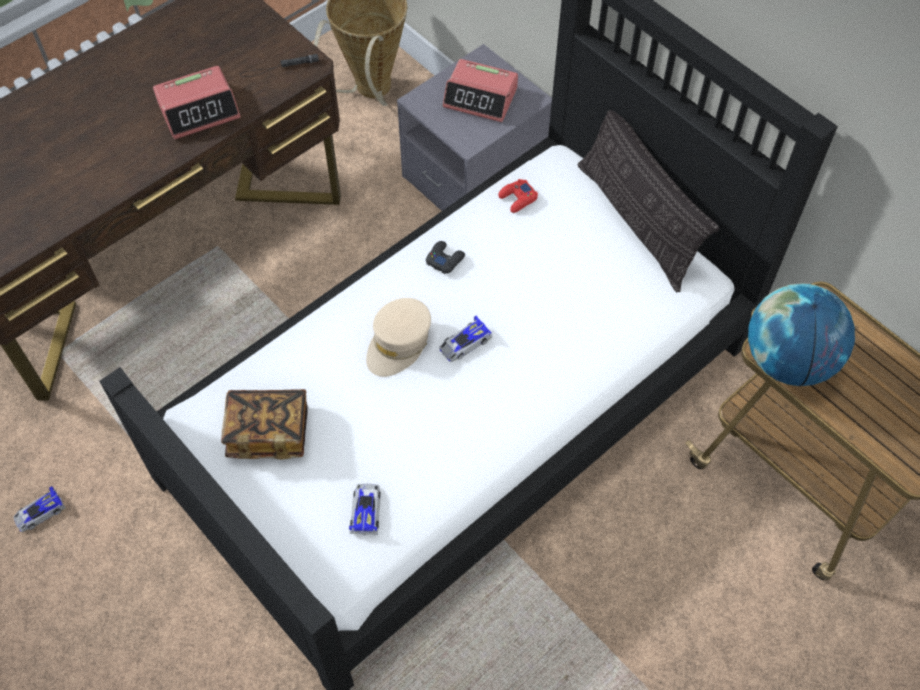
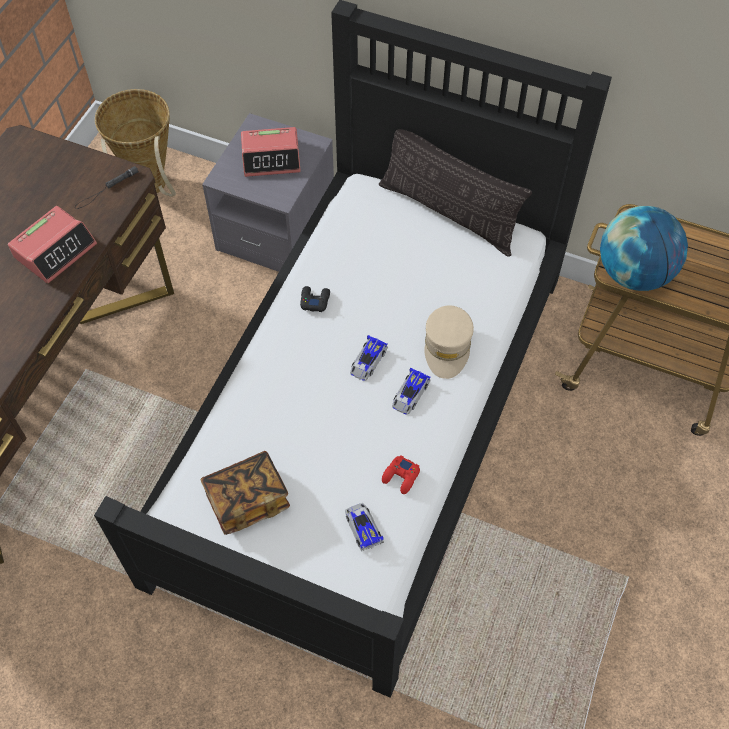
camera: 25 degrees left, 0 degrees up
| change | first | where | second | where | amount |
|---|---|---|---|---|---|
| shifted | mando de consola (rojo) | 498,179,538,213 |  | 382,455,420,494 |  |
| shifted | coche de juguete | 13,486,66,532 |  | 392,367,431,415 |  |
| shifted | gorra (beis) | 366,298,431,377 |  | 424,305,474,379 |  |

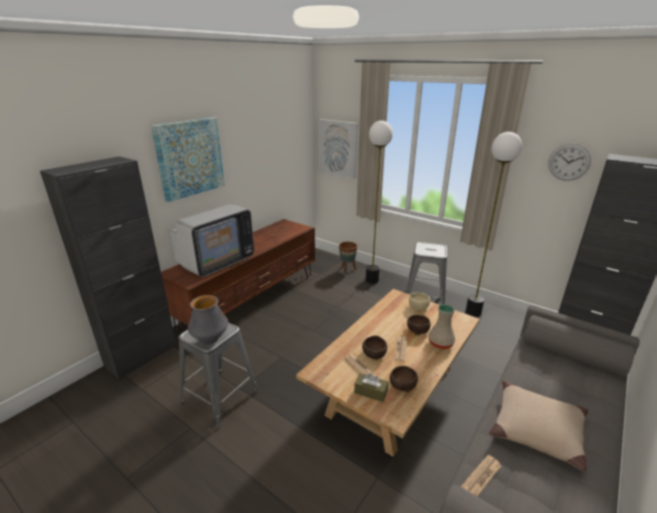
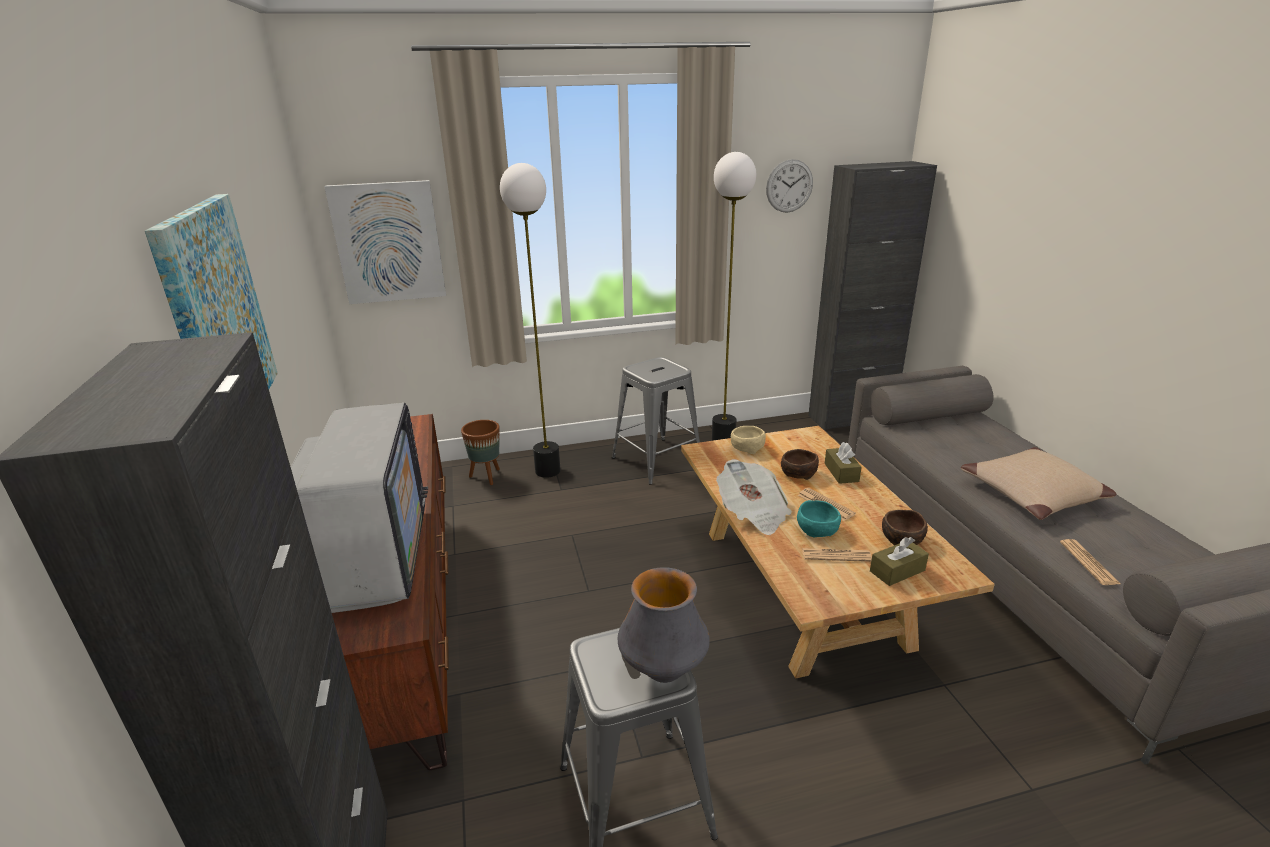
camera: 50 degrees left, 0 degrees up
| change | first | where | second | where | amount |
|---|---|---|---|---|---|
| new |  |  | periódico | 716,459,792,535 |  |
| repainted | cuenco (marrón) | 362,336,387,360 | cuenco (turquesa) | 797,500,841,537 |  |
| swapped | florero (beis) | 428,304,455,349 | caja de pañuelos (marrón) | 825,442,862,484 |  |

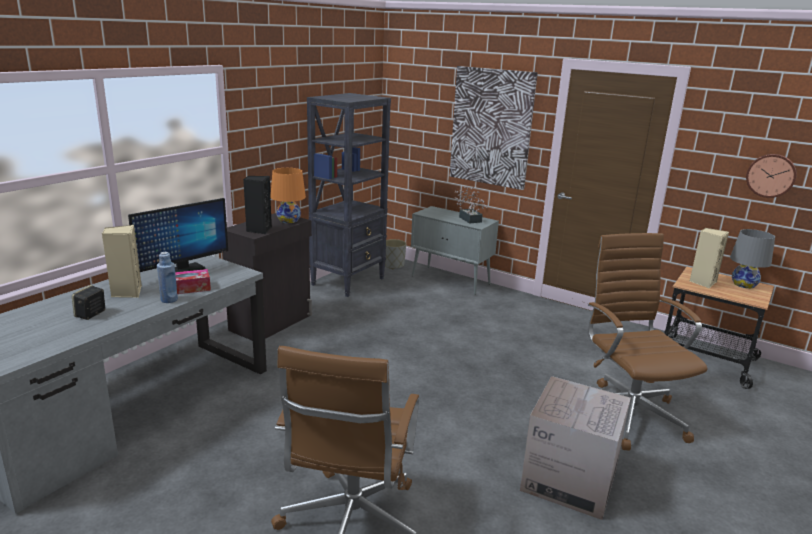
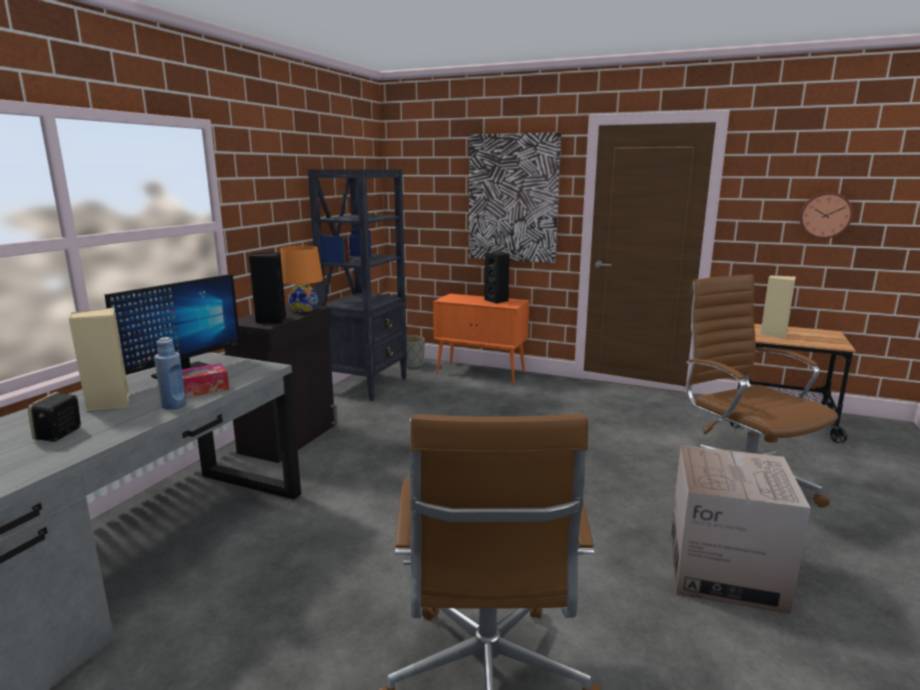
camera: 10 degrees left, 5 degrees down
| change | first | where | second | where | amount |
|---|---|---|---|---|---|
| repainted | armario (gris) | 411,206,499,295 | armario (naranja) | 433,294,529,384 |  |
| swapped | planta en maceta | 454,186,487,224 | altavoz (negro) | 484,252,510,304 |  |
| gone | lámpara de mesa (gris) | 730,229,775,289 |  |  |  |

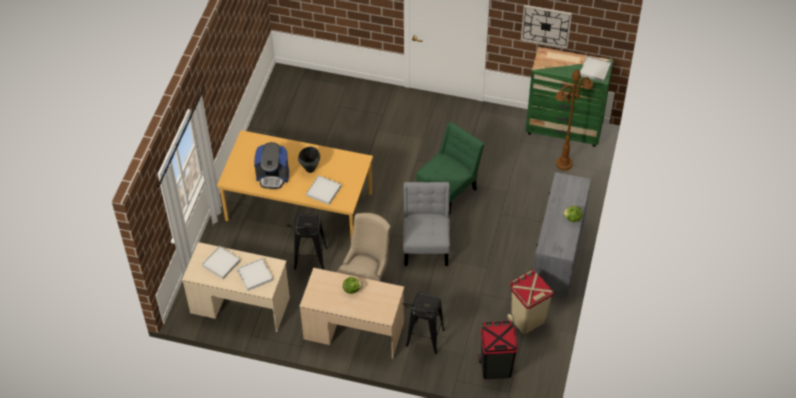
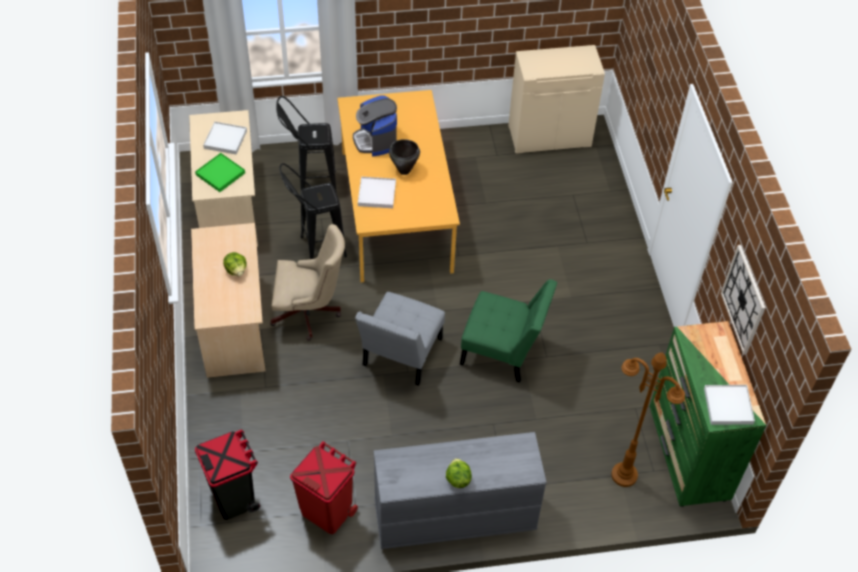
camera: 65 degrees right, 0 degrees up
| change | first | where | second | where | amount |
|---|---|---|---|---|---|
| repainted | bandeja (blanco) | 237,258,273,291 | bandeja (verde) | 195,153,245,192 |  |
| shifted | taburete (negro) | 403,292,445,354 |  | 276,96,337,193 |  |
| repainted | papelera (beis) | 507,270,554,334 | papelera (rojo) | 290,441,358,534 |  |
| rotated | silla (gris) | 403,182,450,266 |  | 355,292,445,386 | 135 degrees clockwise |
| new |  |  | armario (beis) | 508,45,605,154 |  |

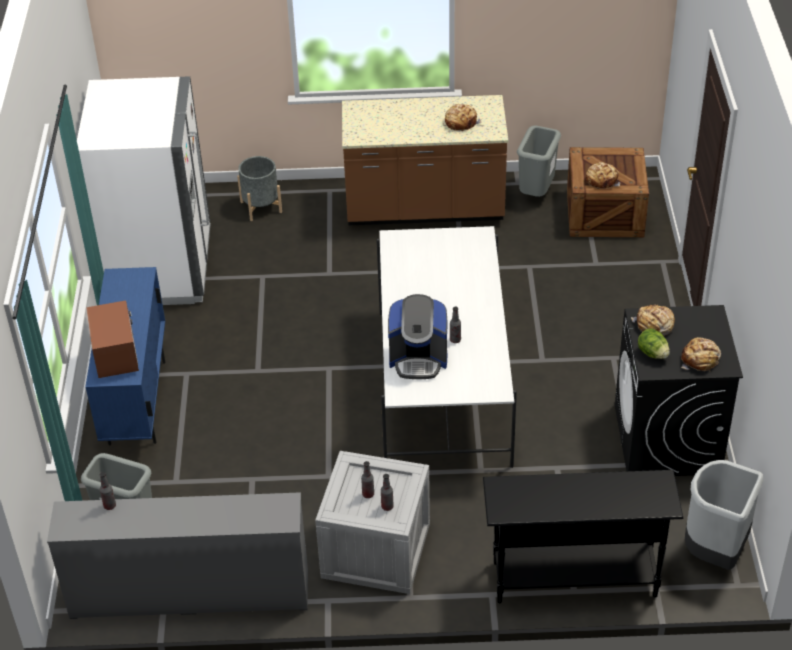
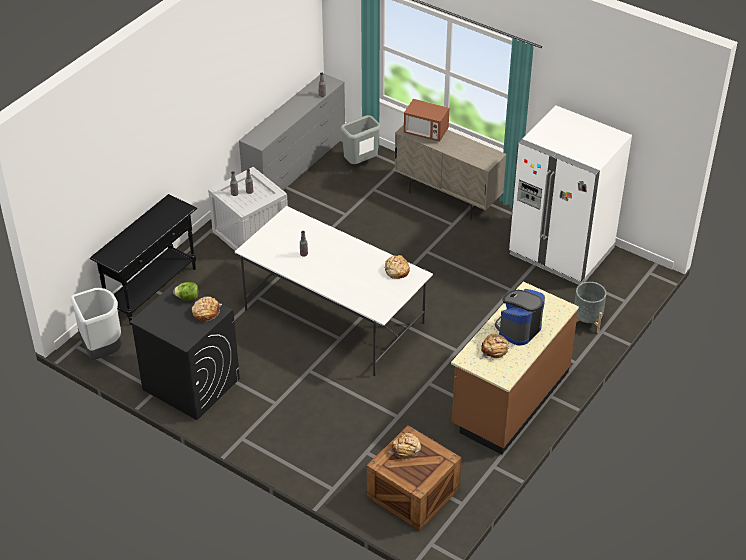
camera: 125 degrees right, 0 degrees up
| change | first | where | second | where | amount |
|---|---|---|---|---|---|
| shifted | pan | 681,337,721,371 |  | 385,255,410,279 |  |
| repainted | armario (azul) | 85,267,165,445 | armario (beis) | 394,125,507,220 |  |
| shifted | cafetera | 388,294,447,379 |  | 495,289,545,346 |  |
| gone | papelera (gris) | 517,126,561,197 |  |  |  |

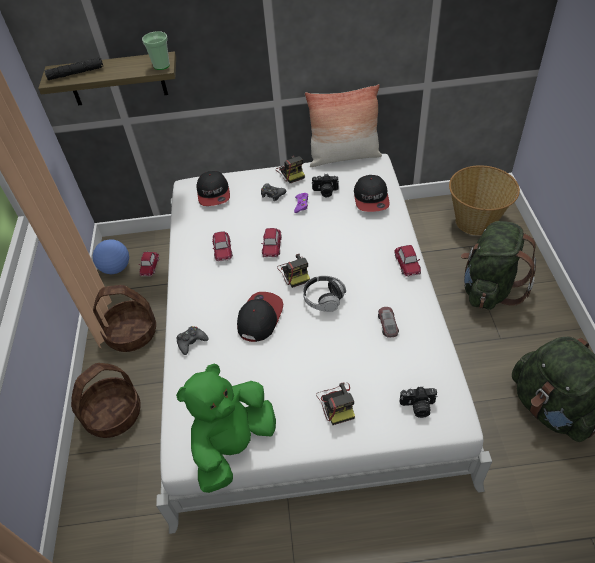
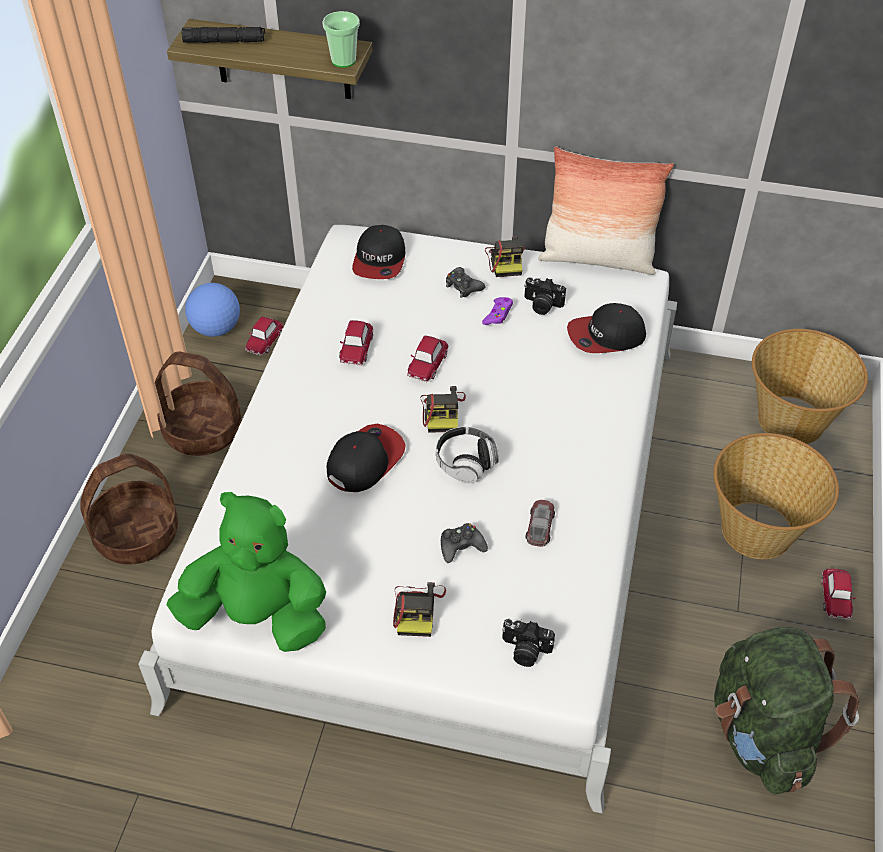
camera: 15 degrees right, 0 degrees up
| change | first | where | second | where | amount |
|---|---|---|---|---|---|
| rotated | peluche (verde) | 176,364,276,493 |  | 166,492,326,652 | 45 degrees clockwise |
| shifted | mando de consola (negro) | 177,326,209,355 |  | 441,523,488,563 |  |
| rotated | gorra | 354,175,390,212 |  | 567,303,646,353 | 60 degrees clockwise |
| swapped | mochila (verde) | 461,221,536,310 | cesta | 714,433,839,559 |  |
| shifted | coche de juguete | 394,245,421,277 |  | 821,569,856,619 |  |

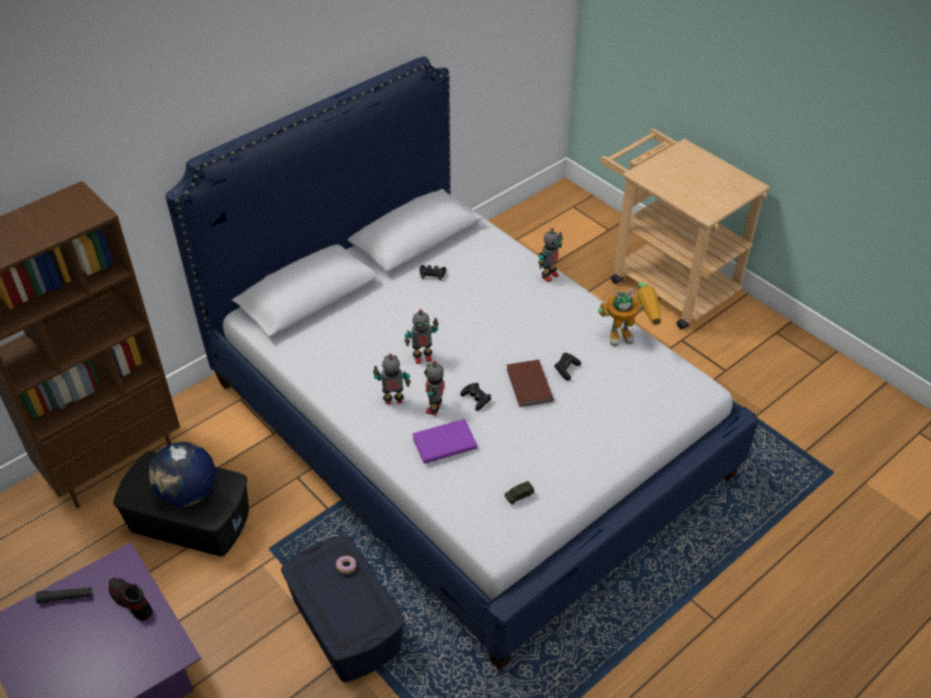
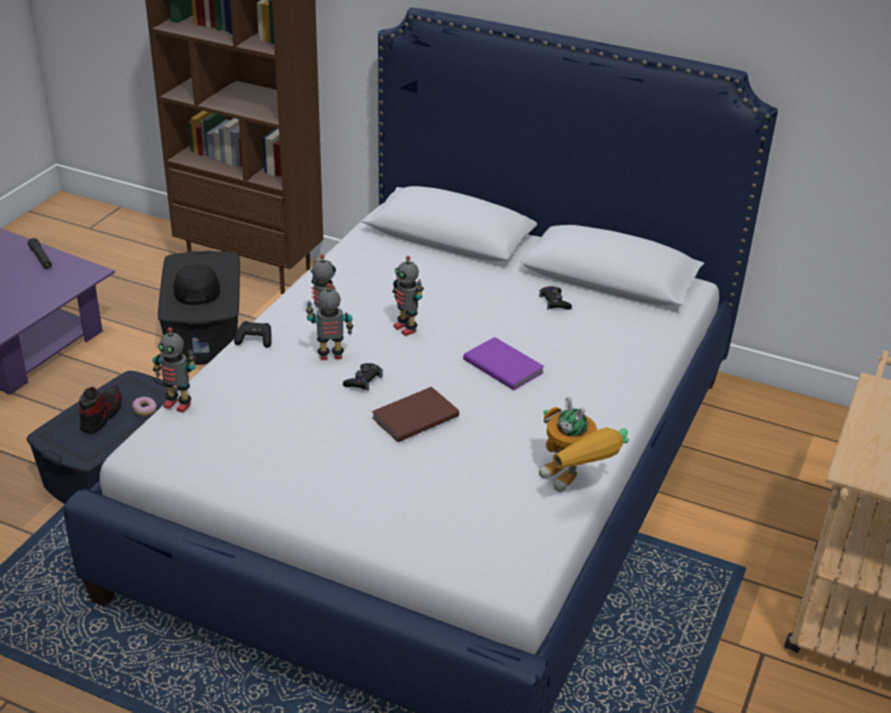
camera: 65 degrees right, 10 degrees down
| change | first | where | second | where | amount |
|---|---|---|---|---|---|
| shifted | zapato | 108,578,153,621 |  | 79,386,121,434 |  |
| shifted | robot de juguete | 538,228,563,282 |  | 153,327,196,413 |  |
| swapped | globo terráqueo | 149,442,216,507 | gorra (negro) | 174,264,220,305 |  |
| shifted | mando de consola (negro) | 554,353,581,380 |  | 234,321,272,348 |  |
| shifted | libro (morado) | 412,419,478,464 |  | 463,337,545,390 |  |
| gone | coche de juguete | 504,481,534,504 |  |  |  |

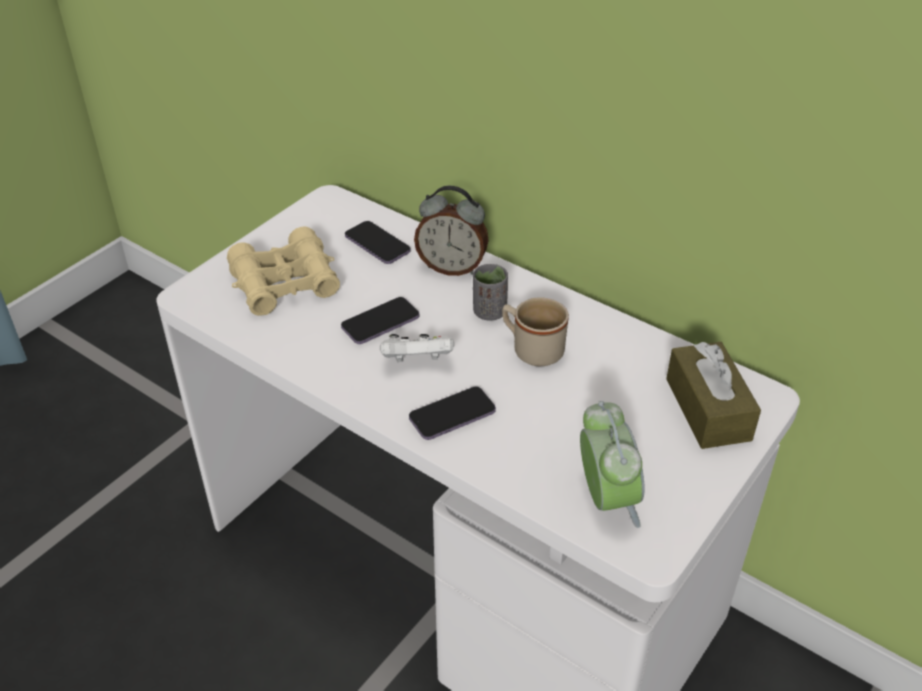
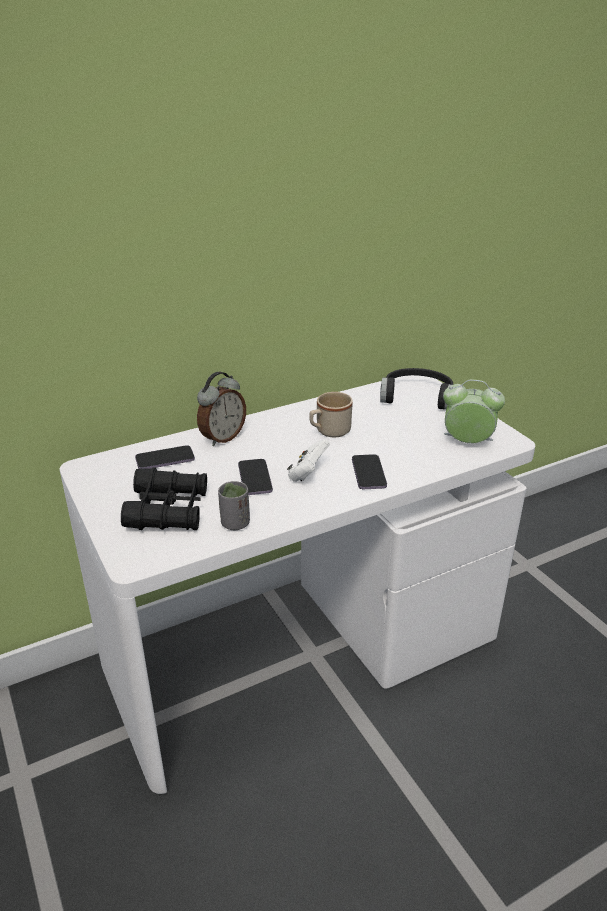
camera: 65 degrees left, 10 degrees down
| change | first | where | second | where | amount |
|---|---|---|---|---|---|
| repainted | prismáticos (beis) | 227,227,340,316 | prismáticos (negro) | 121,467,207,530 |  |
| shifted | taza (gris) | 473,264,508,321 |  | 218,481,250,530 |  |
| swapped | caja de pañuelos (marrón) | 666,342,761,449 | auriculares (negro) | 380,368,453,410 |  |

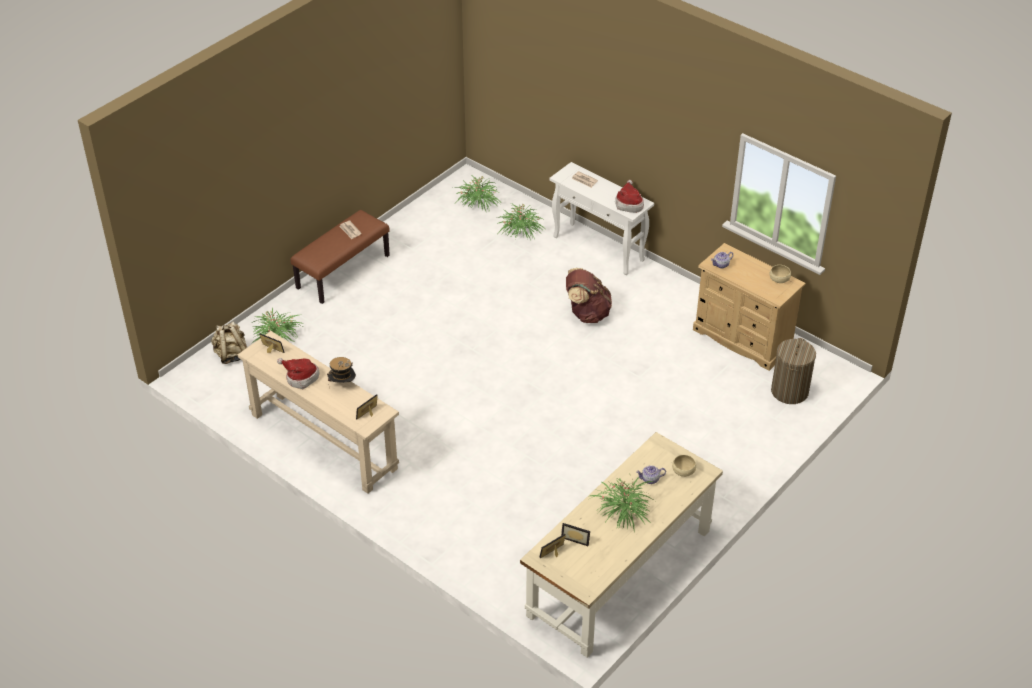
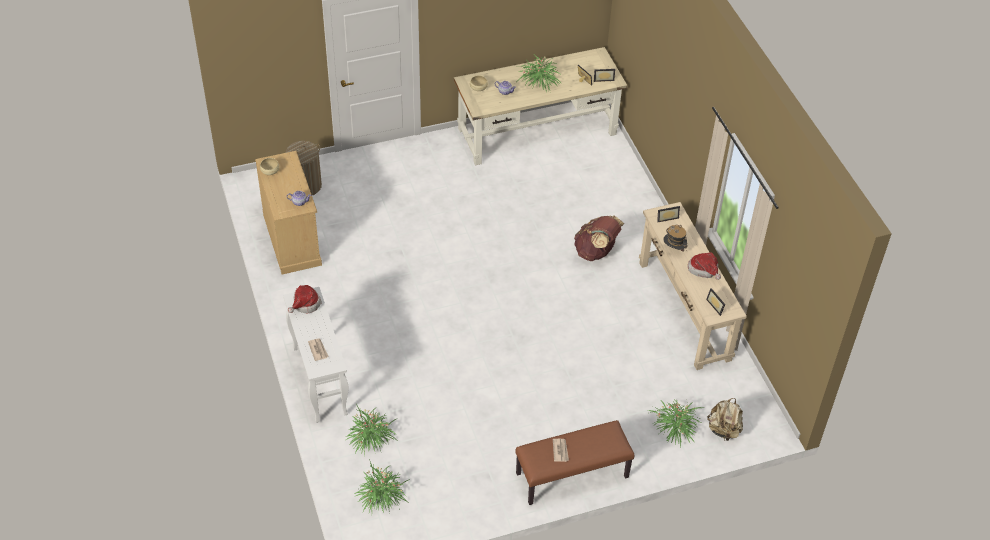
camera: 150 degrees left, 5 degrees up
| change | first | where | second | where | amount |
|---|---|---|---|---|---|
| shifted | mochila (marrón) | 566,268,612,323 |  | 574,215,624,261 |  |

